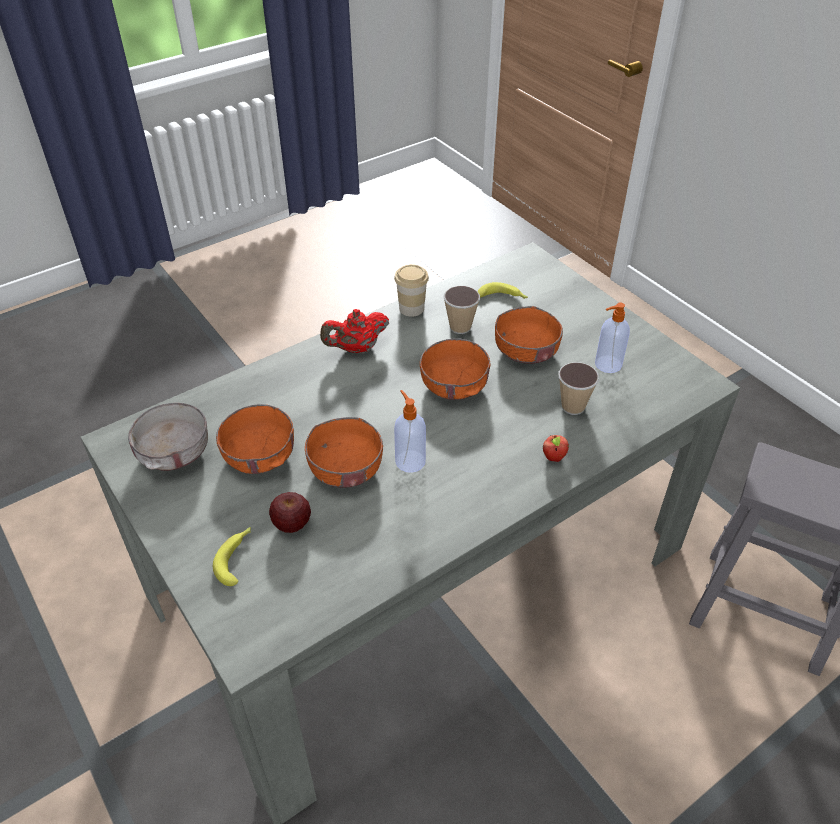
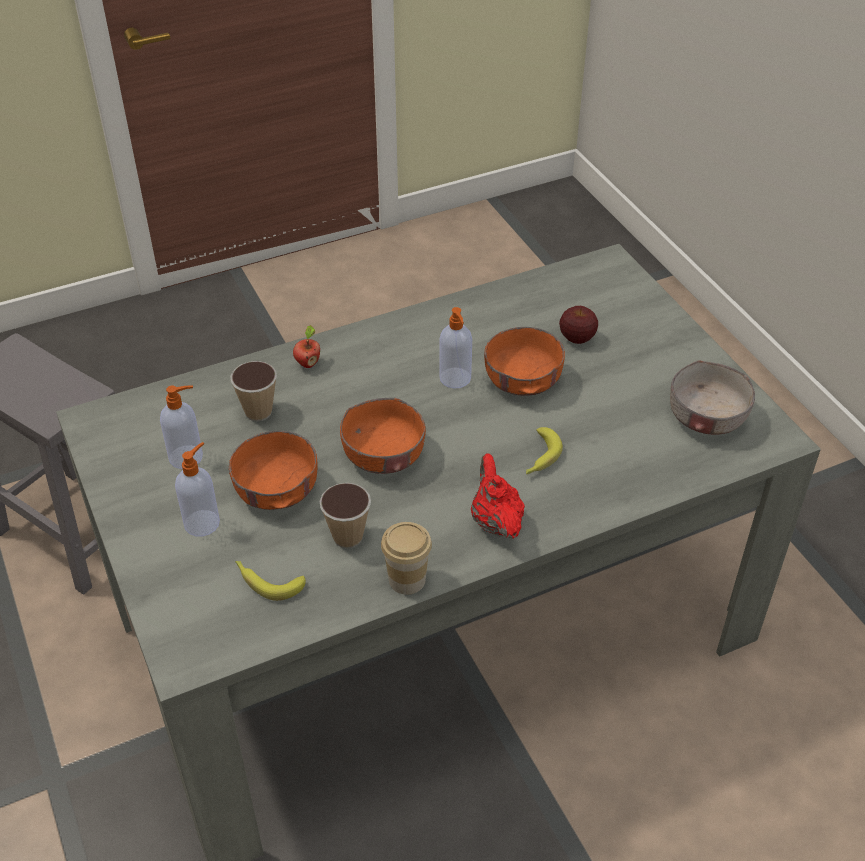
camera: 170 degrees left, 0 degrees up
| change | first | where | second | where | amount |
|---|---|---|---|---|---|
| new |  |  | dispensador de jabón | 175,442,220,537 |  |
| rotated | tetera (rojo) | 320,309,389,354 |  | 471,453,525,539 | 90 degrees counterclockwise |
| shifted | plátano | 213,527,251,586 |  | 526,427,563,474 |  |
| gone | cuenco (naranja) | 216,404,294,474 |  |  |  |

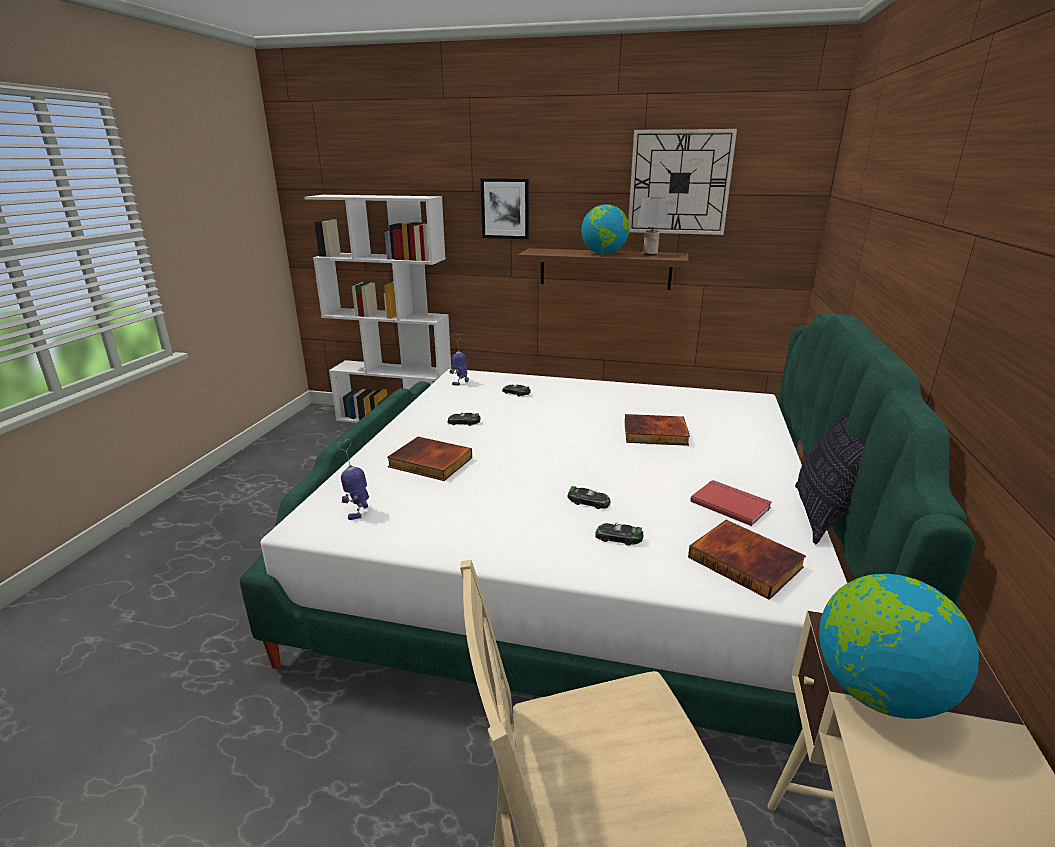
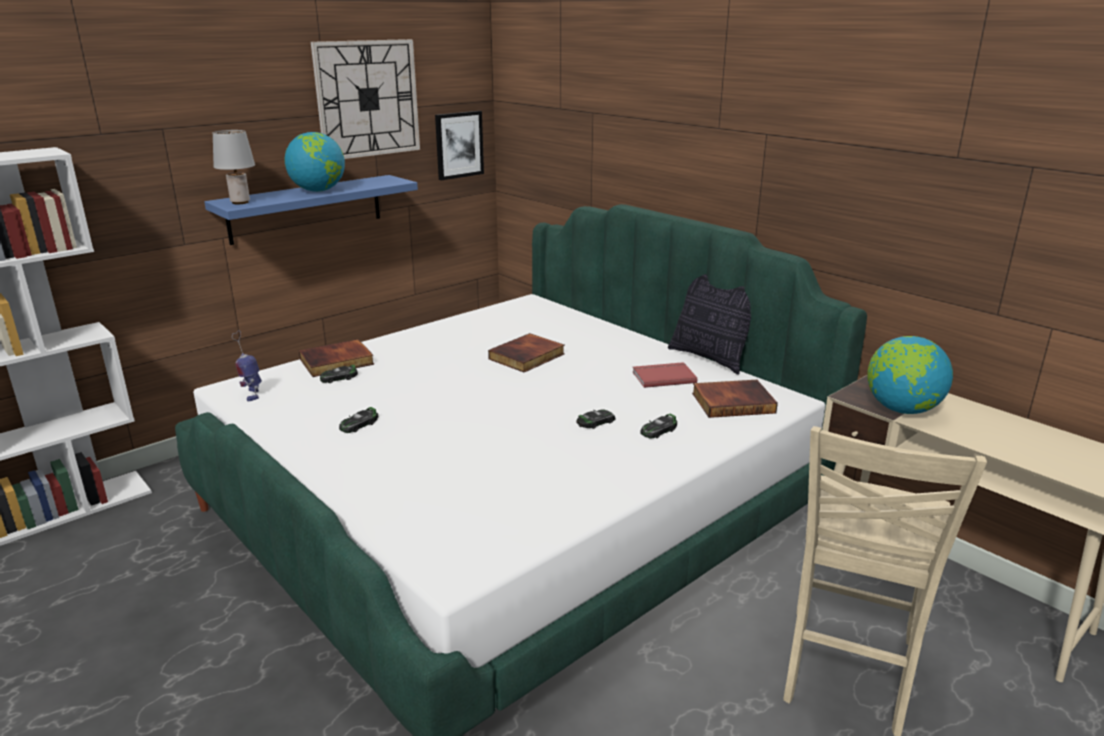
camera: 55 degrees left, 0 degrees up
| change | first | where | second | where | amount |
|---|---|---|---|---|---|
| repainted | estante (marrón) | 518,248,689,290 | estante (azul) | 204,175,418,245 |  |
| shifted | lámpara de mesa (gris) | 637,197,668,256 |  | 213,130,255,204 |  |
| shifted | libro | 387,437,472,481 |  | 299,339,374,377 |  |
| shifted | cuadro | 481,178,529,239 |  | 435,111,484,180 |  |
| gone | robot de juguete | 338,439,369,520 |  |  |  |

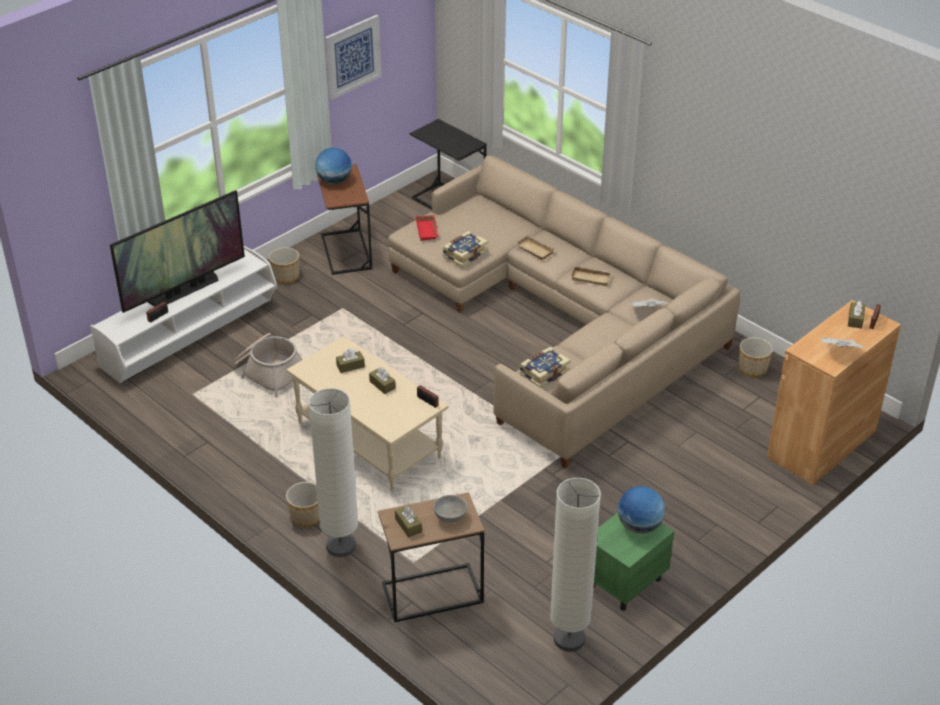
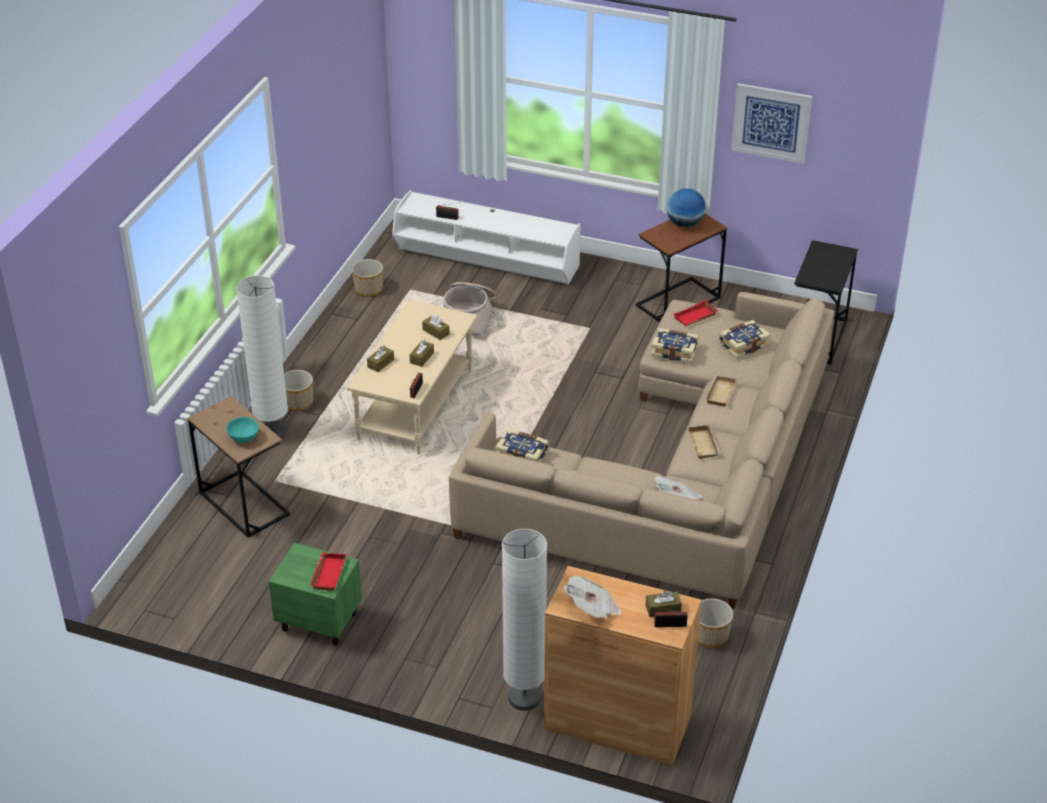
camera: 65 degrees right, 0 degrees up
| change | first | where | second | where | amount |
|---|---|---|---|---|---|
| repainted | cuenco (gris) | 433,495,468,523 | cuenco (turquesa) | 226,417,259,443 |  |
| swapped | globo terráqueo | 618,486,665,534 | bandeja (rojo) | 310,552,347,591 |  |
| shifted | maceta | 269,247,299,284 |  | 352,259,383,297 |  |
| shifted | caja de pañuelos (marrón) | 395,505,422,537 |  | 367,345,394,372 |  |
| shifted | lámpara de pie (blanco) | 550,478,601,652 |  | 502,529,547,711 |  |
| new |  |  | libro | 718,320,771,359 |  |
| gone | televisor | 110,190,245,313 |  |  |  |

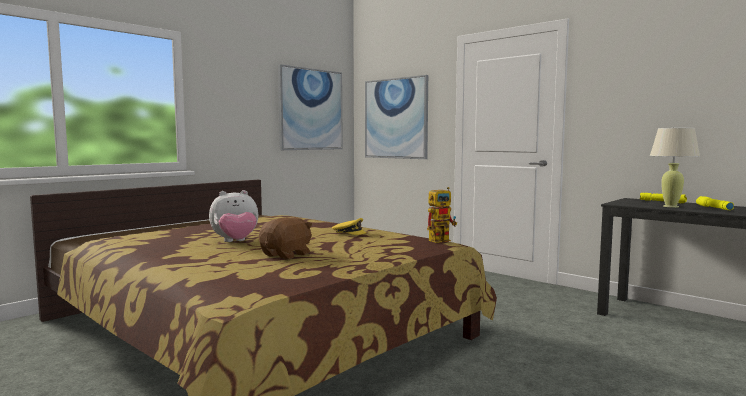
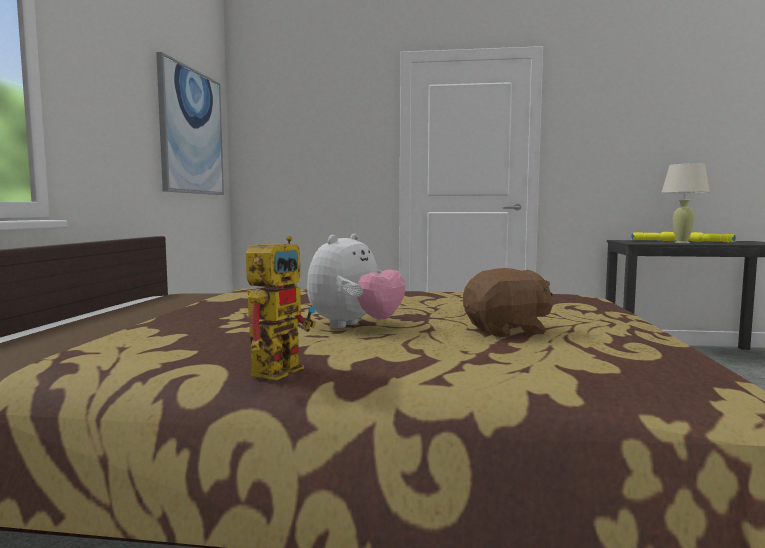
camera: 35 degrees left, 0 degrees up
| change | first | where | second | where | amount |
|---|---|---|---|---|---|
| shifted | robot de juguete | 427,187,457,243 |  | 246,236,316,380 |  |
| rotated | peluche (marrón) | 259,217,312,259 |  | 463,268,553,337 | 75 degrees clockwise |
| gone | gorra (amarillo) | 332,218,366,235 |  |  |  |
| gone | cuadro | 365,75,428,159 |  |  |  |

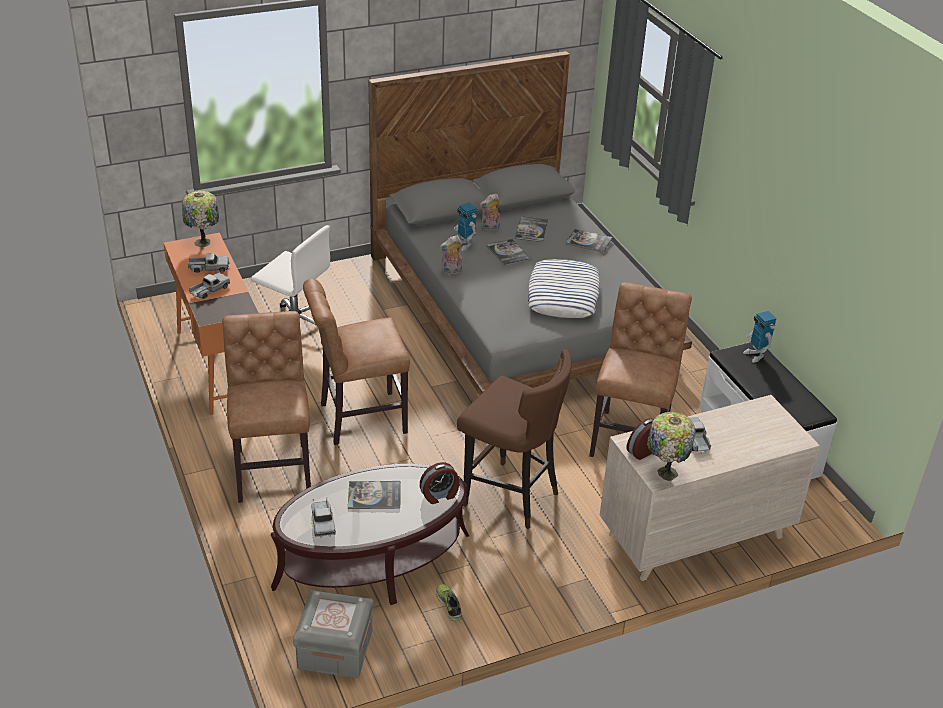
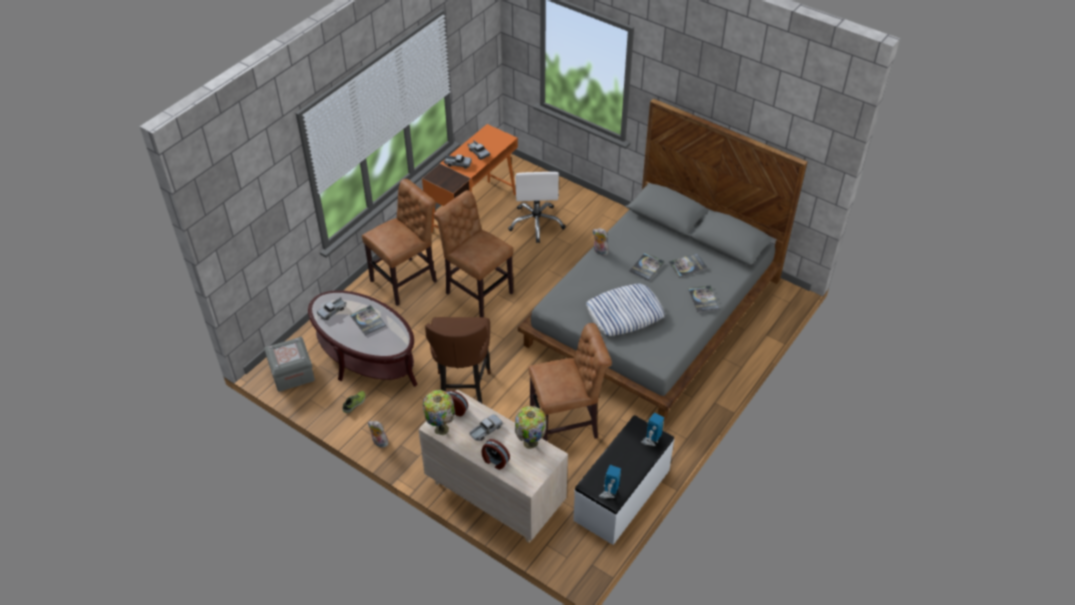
camera: 60 degrees right, 10 degrees up
| change | first | where | second | where | amount |
|---|---|---|---|---|---|
| shifted | peluche | 479,193,500,232 |  | 368,421,388,448 |  |
| shifted | despertador | 420,462,459,504 |  | 482,439,510,470 |  |
| shifted | lámpara de mesa | 182,191,219,247 |  | 515,406,546,449 |  |
| shifted | robot de juguete | 454,203,477,251 |  | 599,465,621,498 |  |

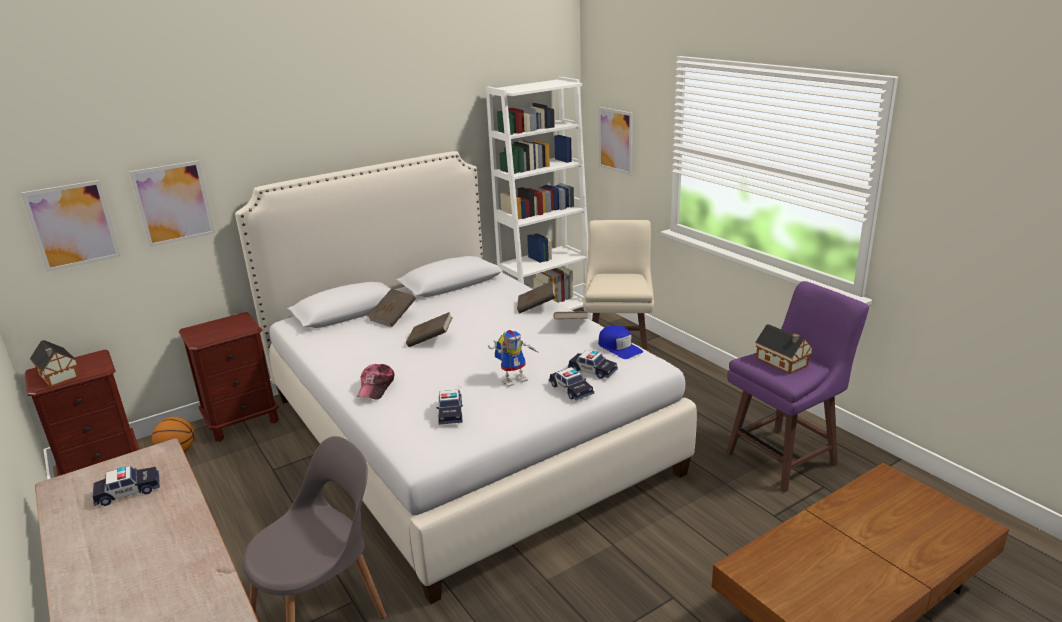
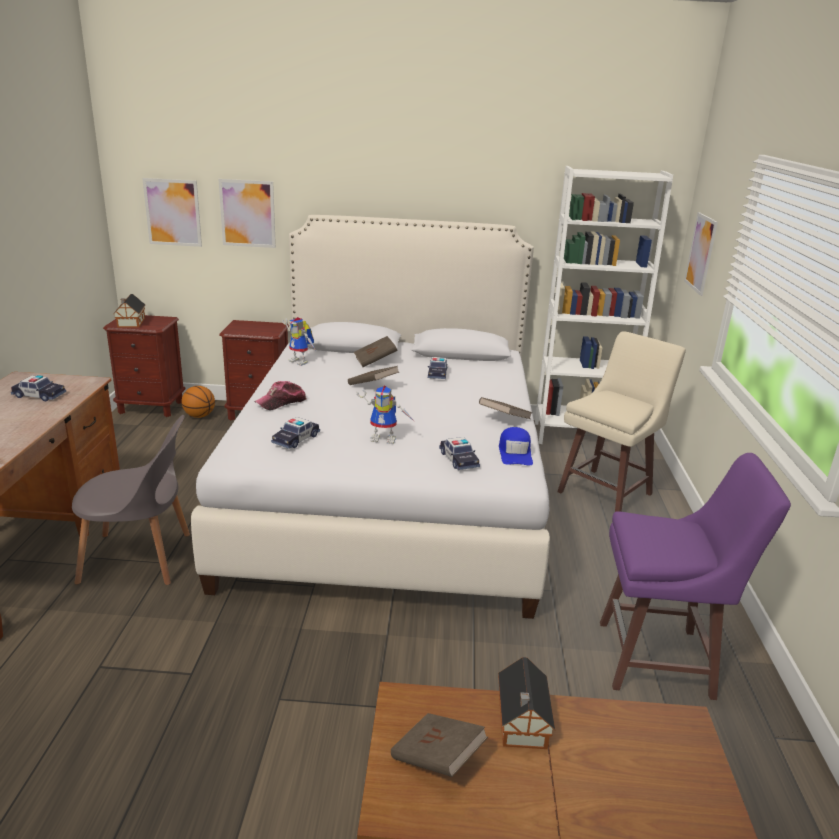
camera: 35 degrees right, 0 degrees up
| change | first | where | second | where | amount |
|---|---|---|---|---|---|
| new |  |  | robot de juguete | 282,317,315,366 |  |
| shifted | libro (marrón) | 517,281,556,313 |  | 391,713,488,777 |  |
| shifted | coche de juguete | 549,367,594,401 |  | 428,357,448,379 |  |
| shifted | casita | 755,324,813,374 |  | 498,657,555,749 |  |

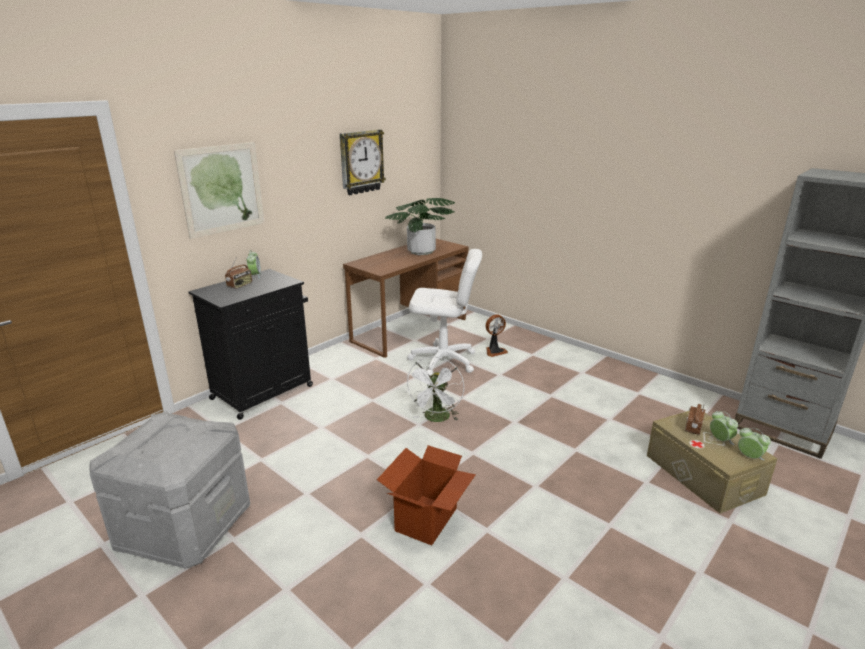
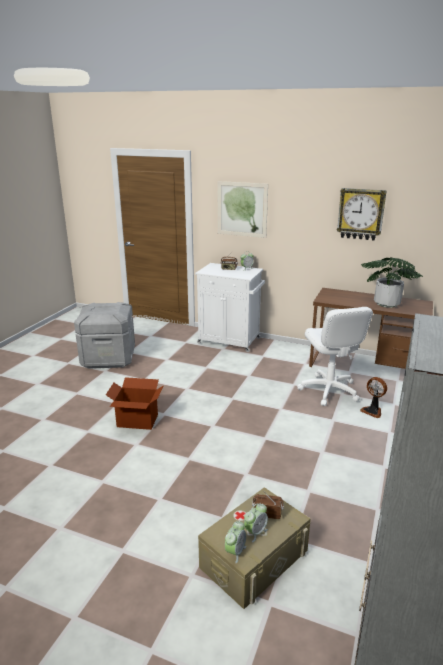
camera: 70 degrees right, 0 degrees up
| change | first | where | second | where | amount |
|---|---|---|---|---|---|
| repainted | armario (negro) | 188,269,313,420 | armario (blanco) | 195,263,265,352 |  |
| gone | ventilador (blanco) | 405,357,464,422 |  |  |  |

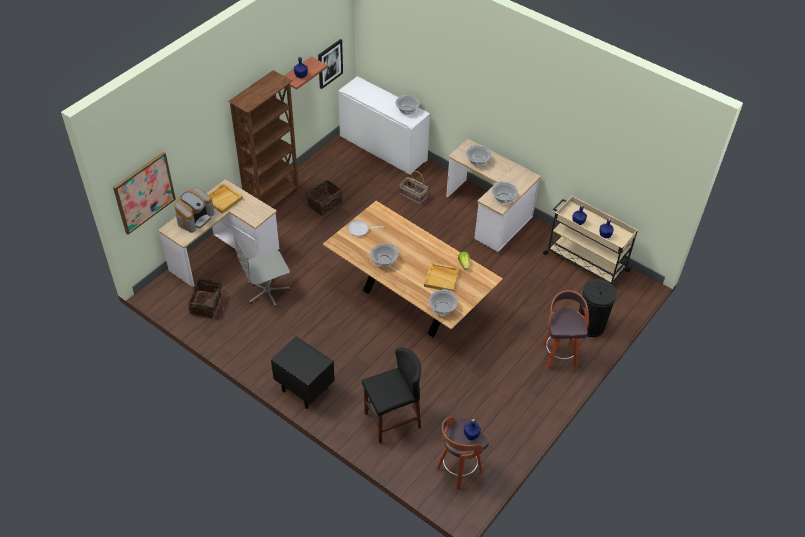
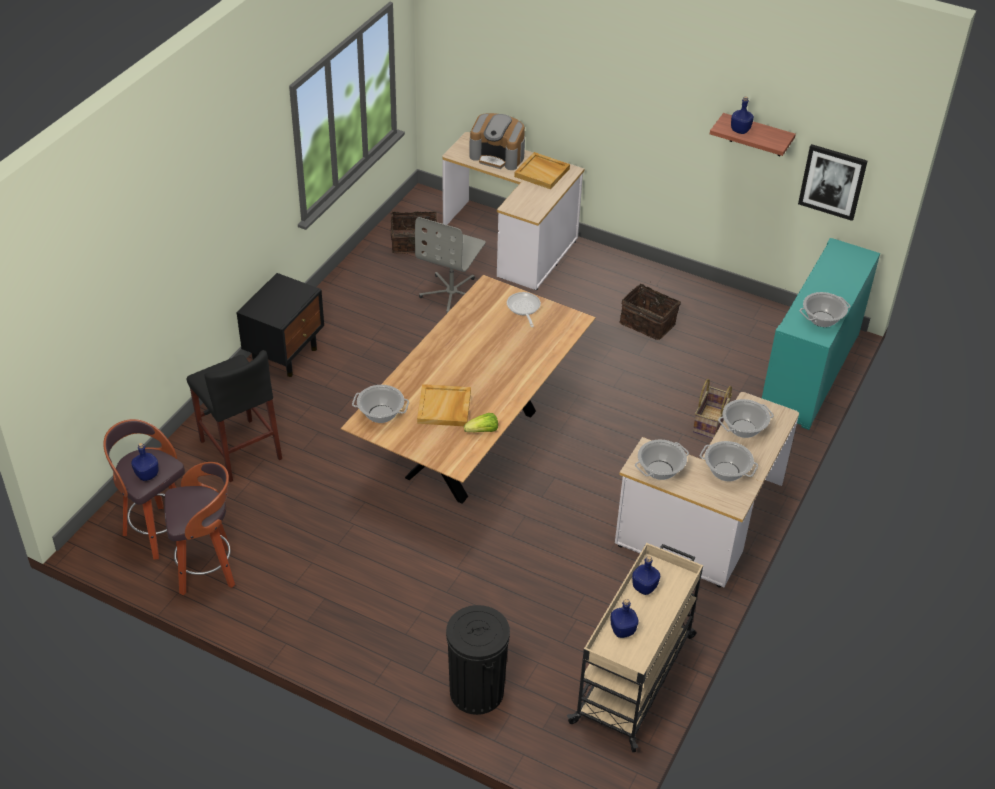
camera: 80 degrees right, 5 degrees down
| change | first | where | second | where | amount |
|---|---|---|---|---|---|
| shifted | taburete | 542,290,589,369 |  | 164,462,235,595 |  |
| rotated | silla de oficina (gris) | 236,238,290,307 |  | 415,217,486,314 | 120 degrees counterclockwise |
| shifted | olla | 370,243,398,267 |  | 700,441,758,481 |  |
| repainted | armario (blanco) | 338,76,430,175 | armario (turquesa) | 762,238,880,430 |  |
| gone | cuadro | 113,152,176,235 |  |  |  |
| gone | estantería (marrón) | 228,70,299,208 |  |  |  |

